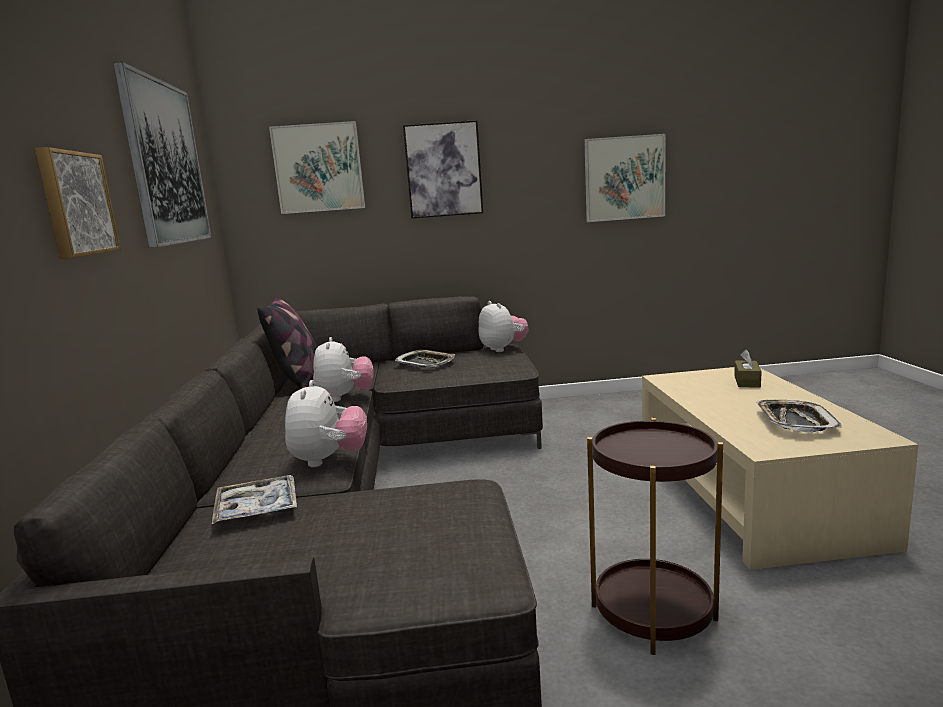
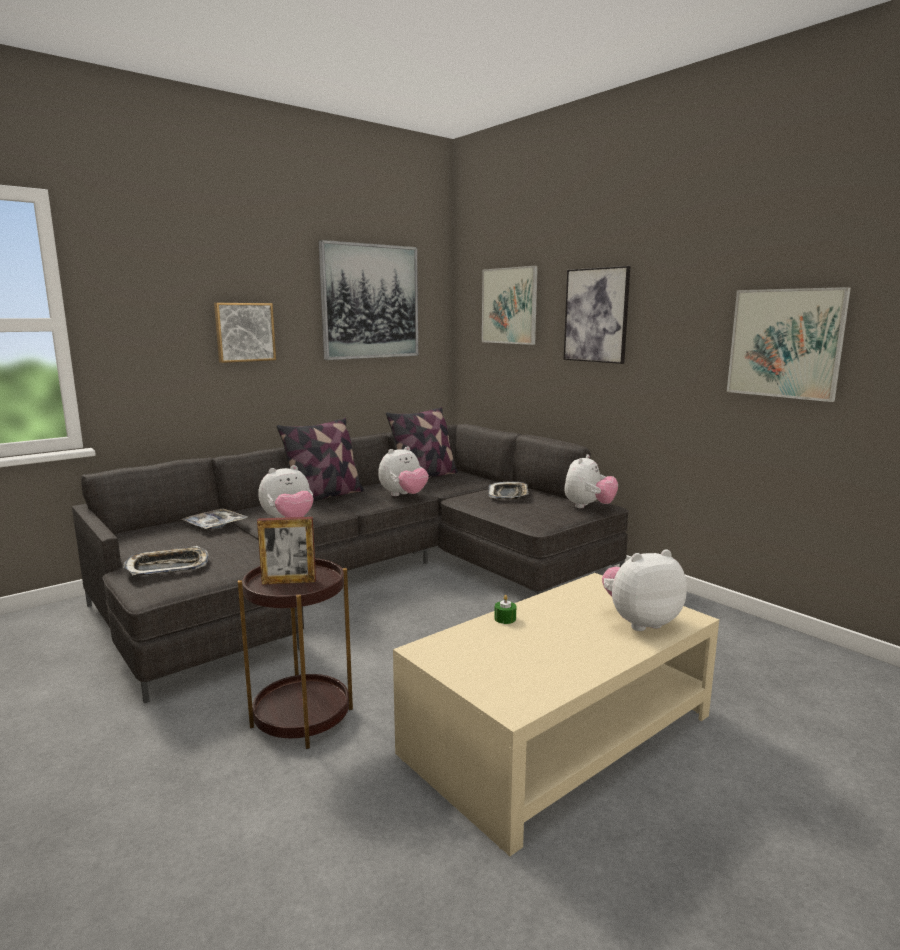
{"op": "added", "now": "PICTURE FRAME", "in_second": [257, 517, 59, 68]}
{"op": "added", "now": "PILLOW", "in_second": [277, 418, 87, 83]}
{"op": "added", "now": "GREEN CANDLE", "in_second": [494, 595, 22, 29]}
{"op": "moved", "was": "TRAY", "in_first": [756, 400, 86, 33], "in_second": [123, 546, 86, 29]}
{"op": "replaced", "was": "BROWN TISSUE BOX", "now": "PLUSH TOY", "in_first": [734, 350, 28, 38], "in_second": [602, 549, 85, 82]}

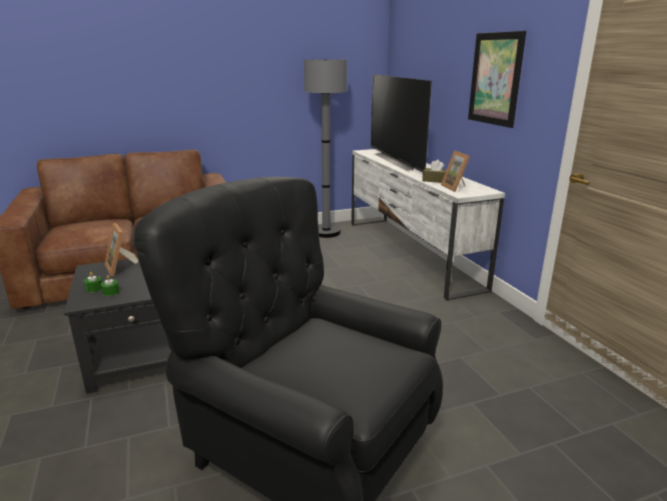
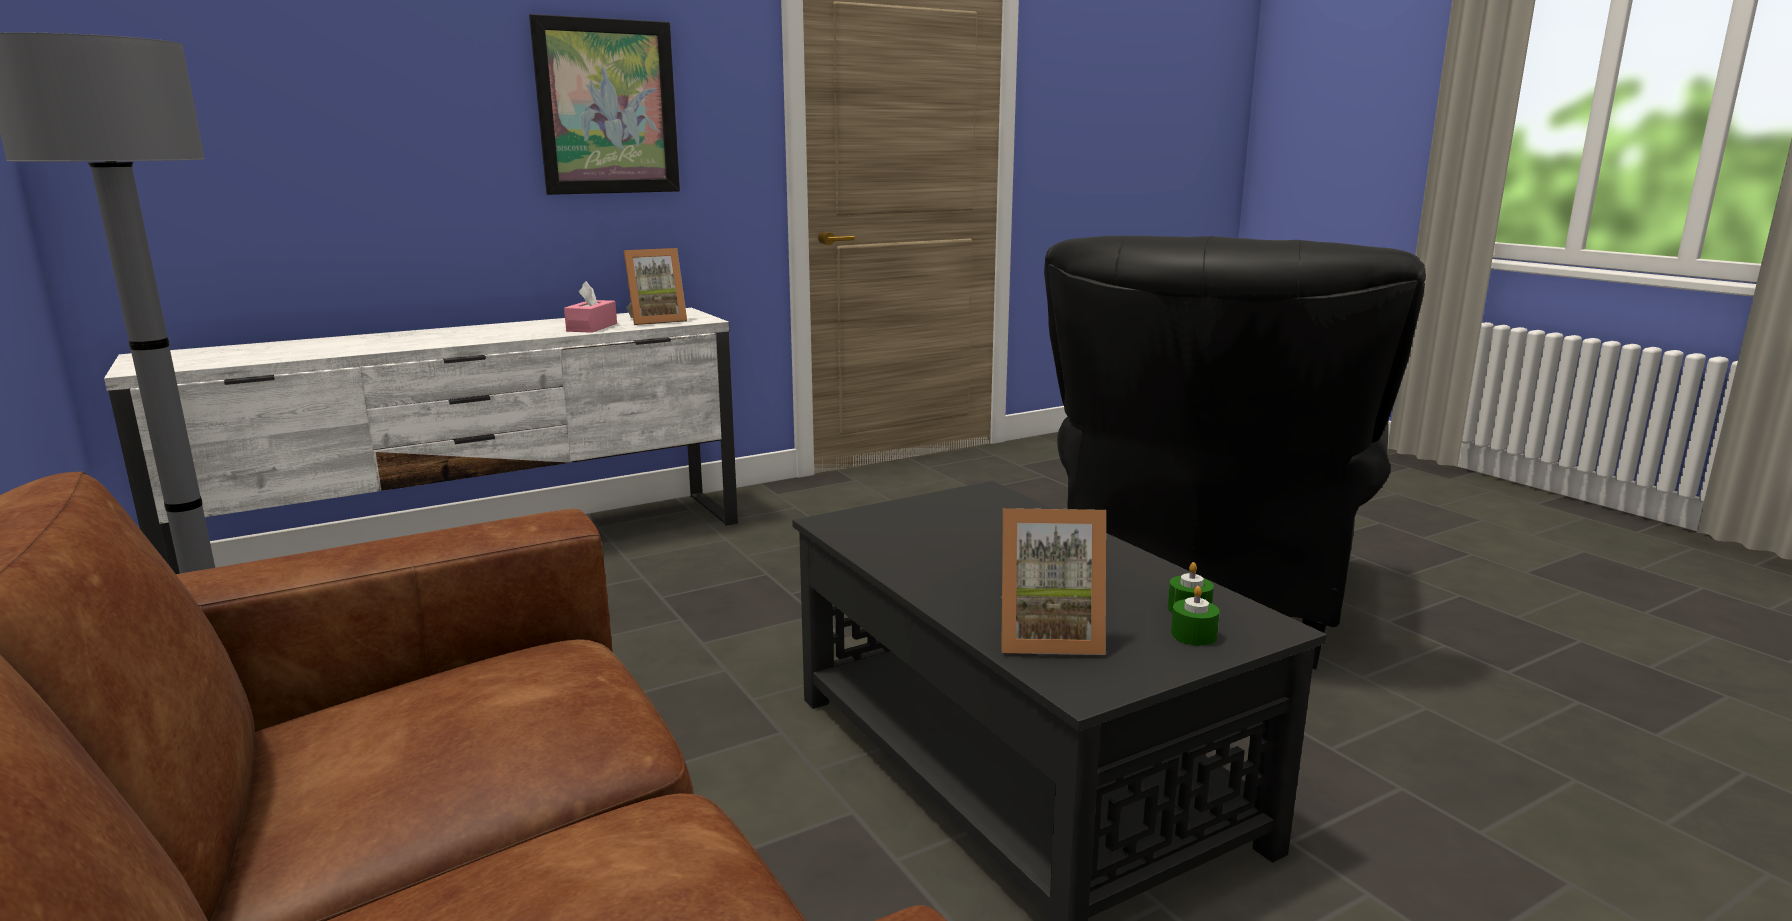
{"op": "removed", "was": "TELEVISION", "in_first": [371, 74, 61, 98]}
{"op": "recoloured", "was": "BROWN TISSUE BOX", "now": "PINK TISSUE BOX", "in_first": [422, 160, 24, 23], "in_second": [564, 281, 53, 52]}
{"op": "turned", "was": "PICTURE FRAME", "in_first": [105, 223, 33, 53], "in_second": [1001, 508, 105, 147], "clockwise": 45}

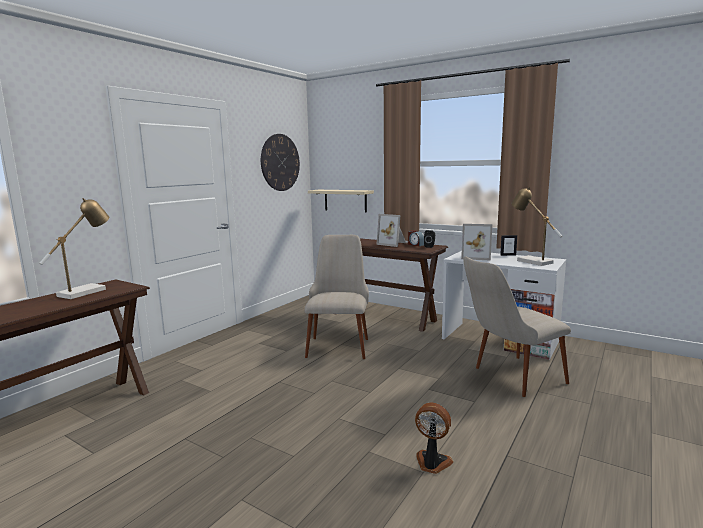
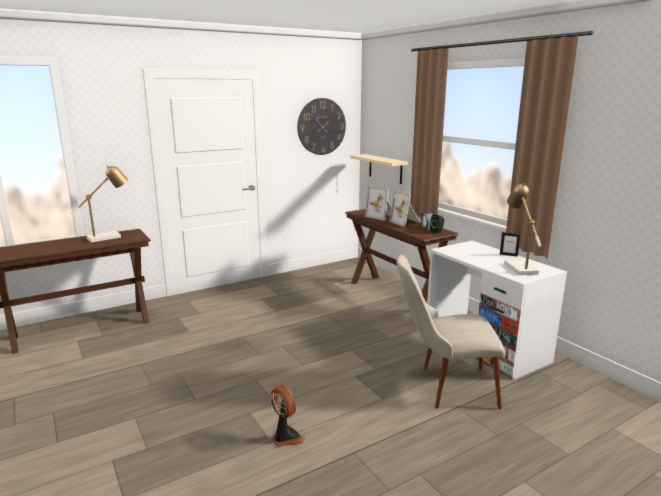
{"op": "removed", "was": "BEIGE CHAIR", "in_first": [304, 235, 65, 124]}
{"op": "moved", "was": "PICTURE FRAME", "in_first": [461, 224, 31, 37], "in_second": [365, 186, 26, 35]}

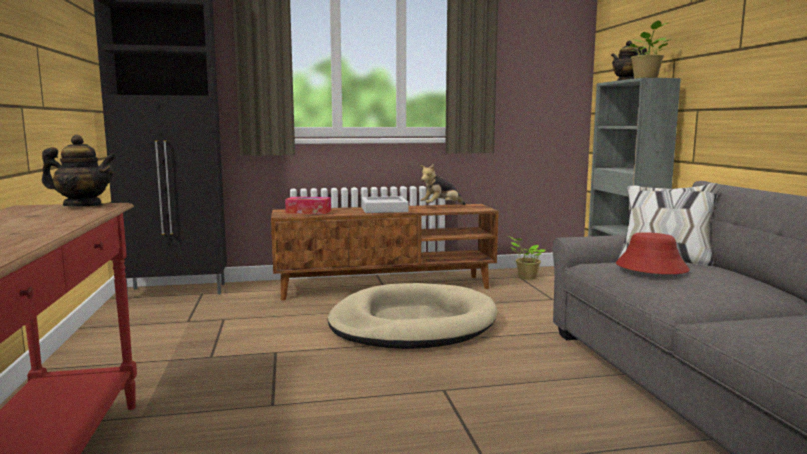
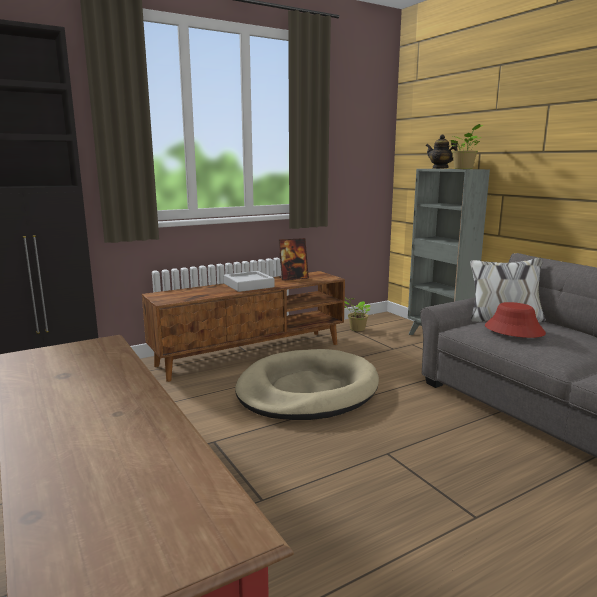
{"op": "removed", "was": "TEAPOT", "in_first": [42, 135, 75, 71]}
{"op": "removed", "was": "TISSUE BOX", "in_first": [285, 197, 46, 17]}
{"op": "replaced", "was": "PLUSH TOY", "now": "PICTURE FRAME", "in_first": [420, 164, 45, 41], "in_second": [279, 238, 30, 42]}

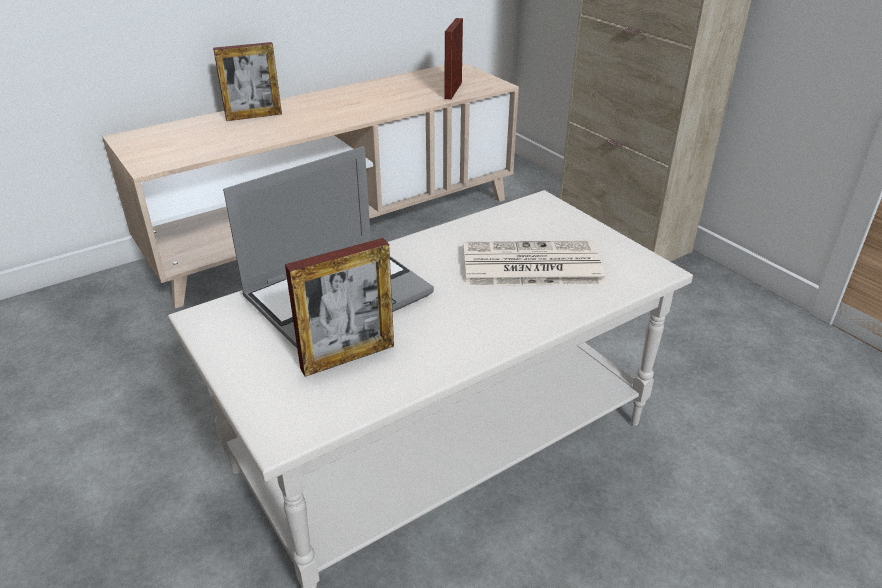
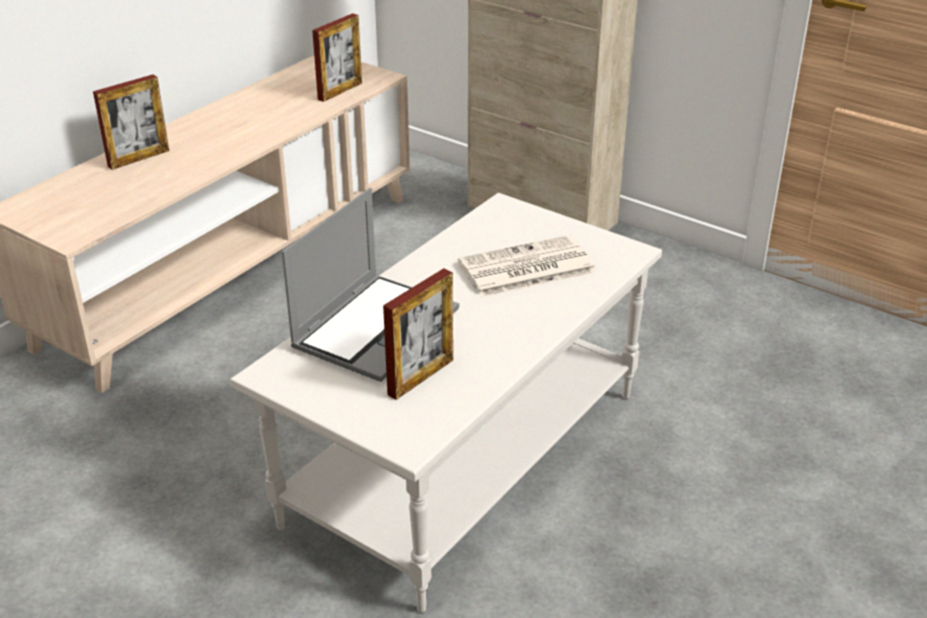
{"op": "turned", "was": "PICTURE FRAME", "in_first": [445, 18, 18, 81], "in_second": [312, 13, 50, 89], "clockwise": -135}

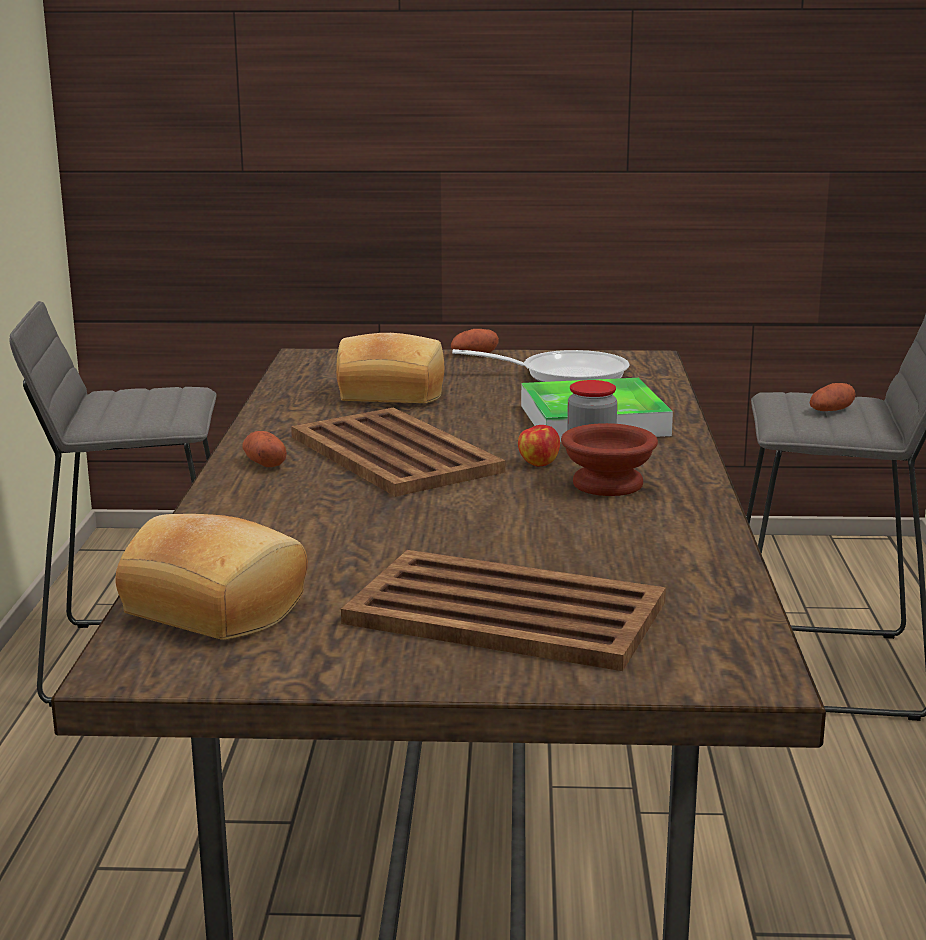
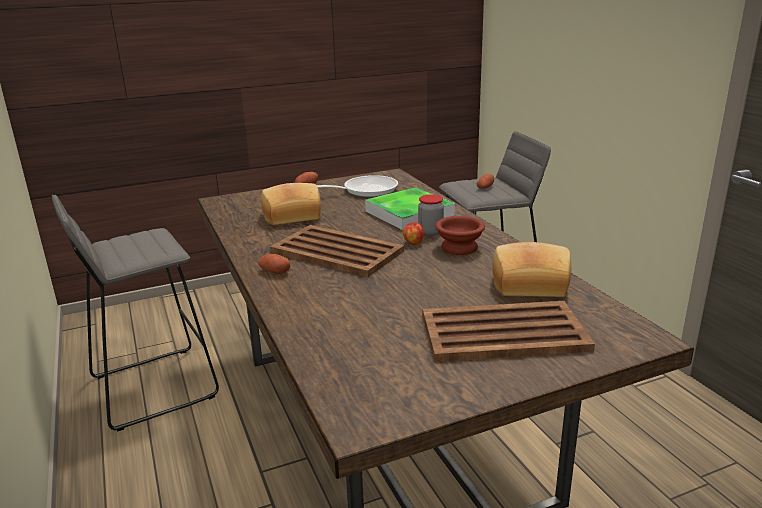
{"op": "moved", "was": "BREAD", "in_first": [116, 514, 192, 126], "in_second": [493, 242, 78, 55]}

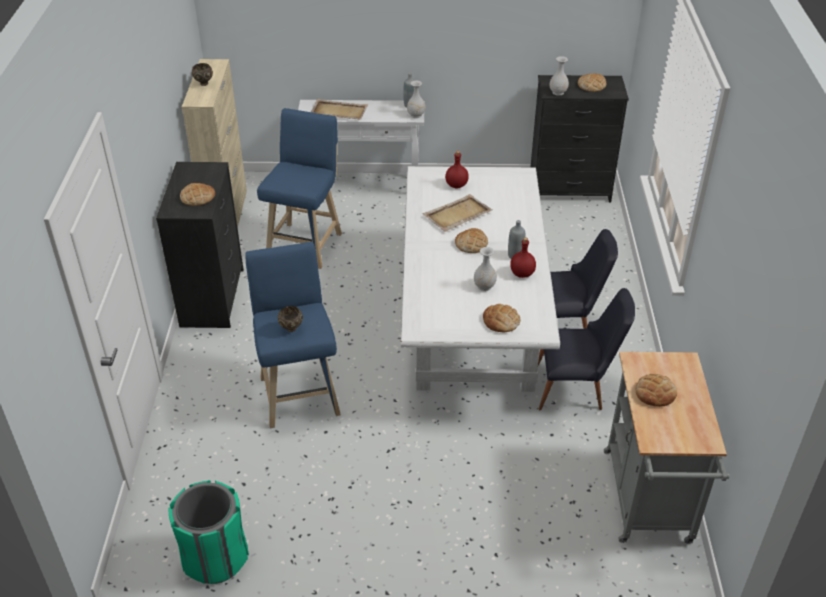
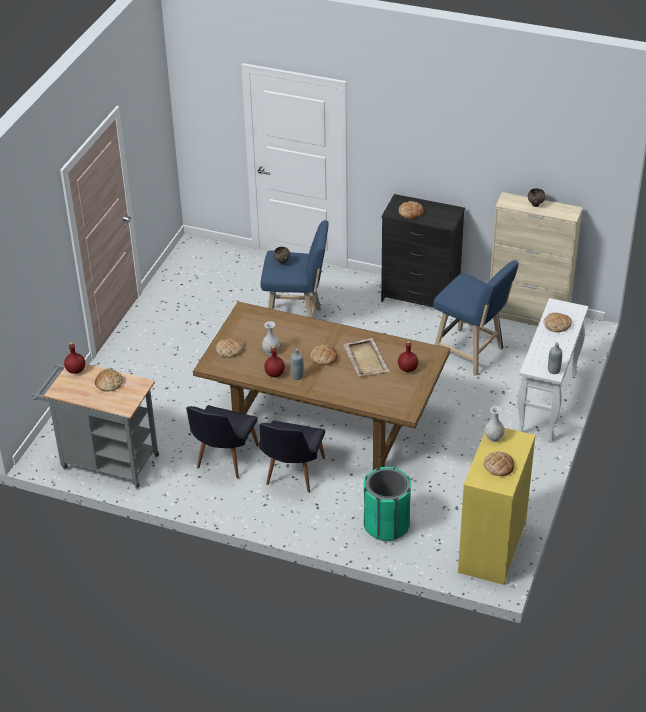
{"op": "removed", "was": "WHITE VASE", "in_first": [407, 81, 18, 37]}
{"op": "added", "now": "RED BOTTLE", "in_second": [64, 342, 21, 32]}
{"op": "moved", "was": "GREEN TRASH CAN", "in_first": [169, 480, 80, 104], "in_second": [364, 467, 47, 74]}
{"op": "replaced", "was": "BEIGE TRAY", "now": "BREAD", "in_first": [311, 99, 58, 21], "in_second": [544, 313, 28, 19]}
{"op": "recoloured", "was": "WHITE DINING TABLE", "now": "BROWN DINING TABLE", "in_first": [401, 166, 159, 226], "in_second": [193, 302, 257, 168]}
{"op": "recoloured", "was": "BLACK DRESSER", "now": "YELLOW DRESSER", "in_first": [530, 75, 99, 127], "in_second": [458, 428, 78, 157]}

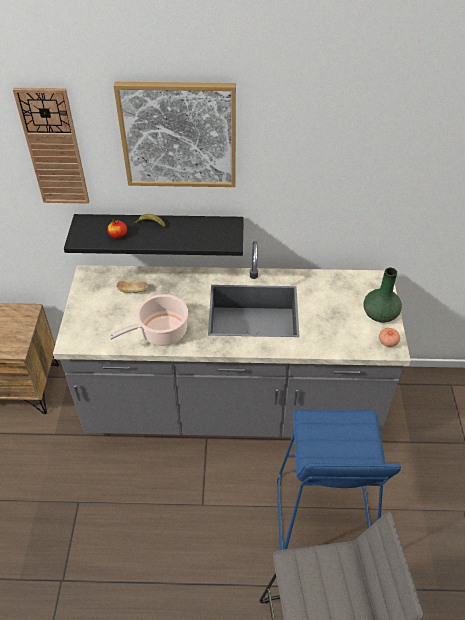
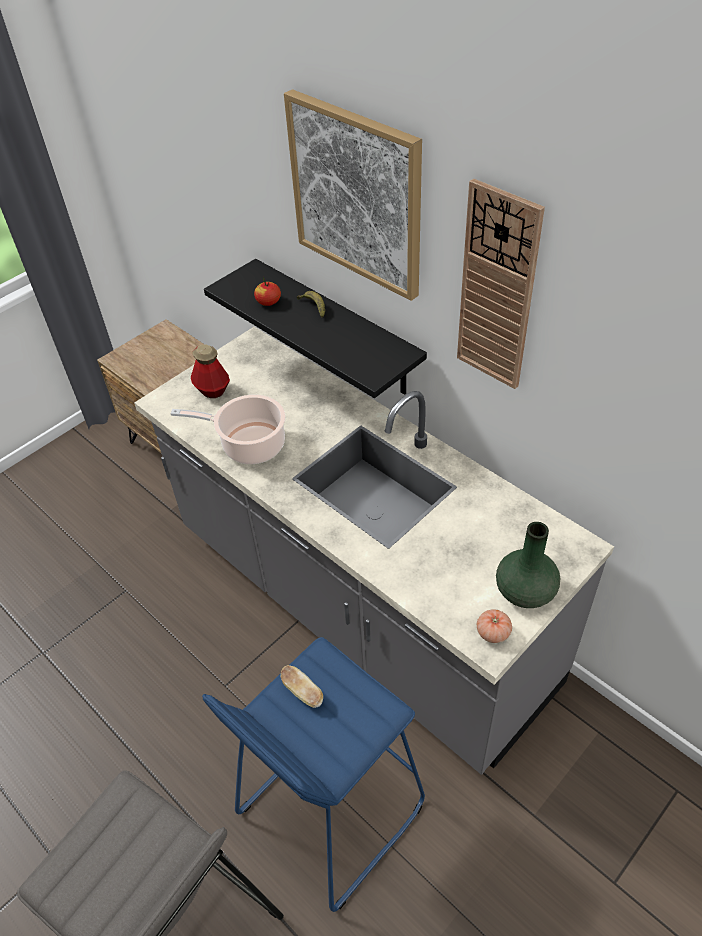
{"op": "added", "now": "BOTTLE", "in_second": [191, 344, 39, 54]}
{"op": "moved", "was": "WALL CLOCK", "in_first": [13, 88, 76, 116], "in_second": [457, 178, 88, 211]}
{"op": "moved", "was": "BREAD", "in_first": [116, 280, 32, 13], "in_second": [280, 665, 43, 43]}

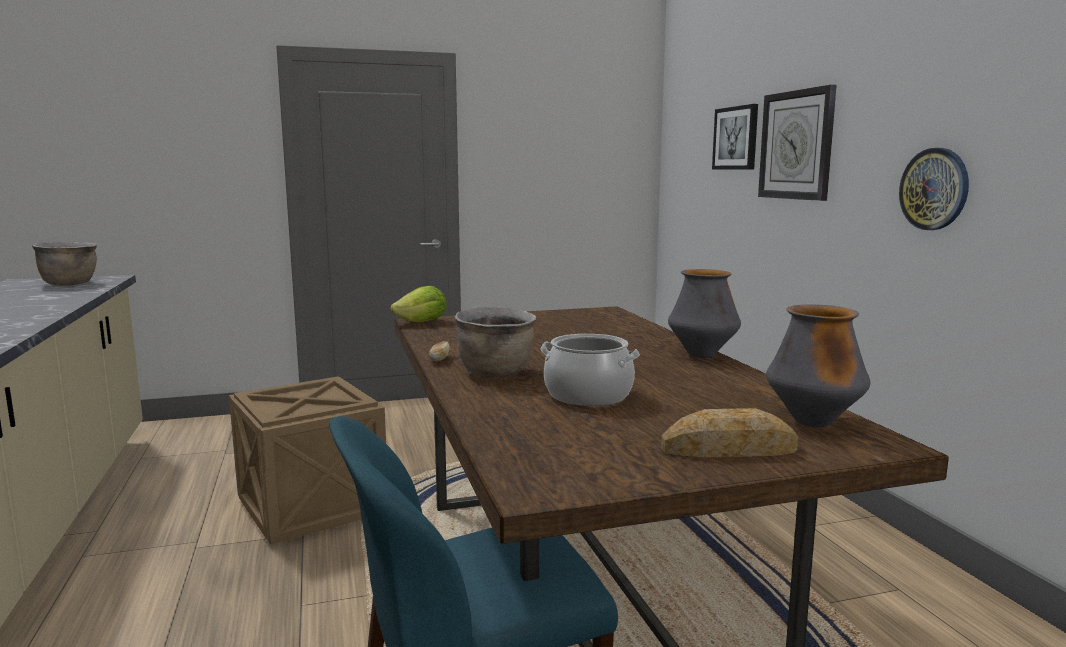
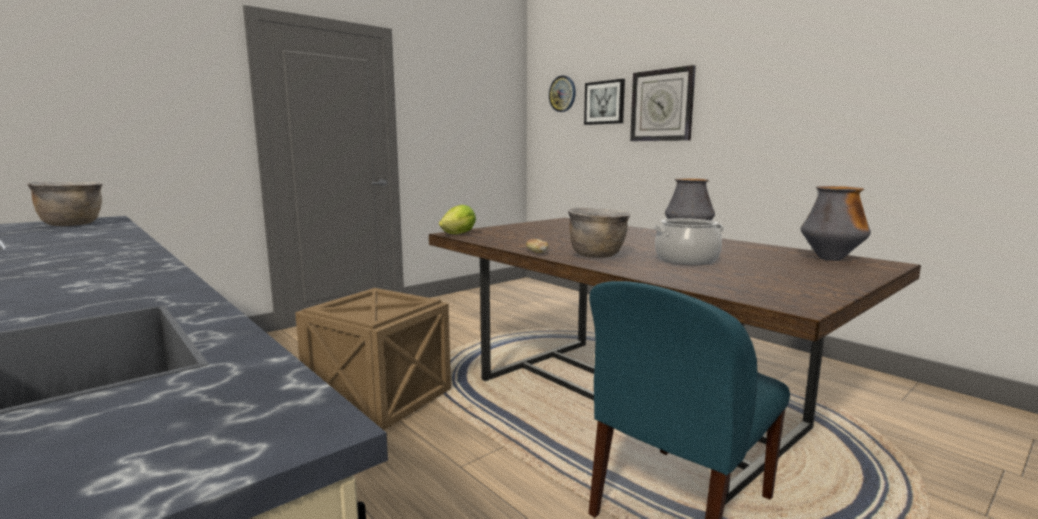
{"op": "removed", "was": "BREAD", "in_first": [661, 408, 137, 49]}
{"op": "moved", "was": "WALL CLOCK", "in_first": [899, 148, 70, 82], "in_second": [549, 75, 27, 37]}

